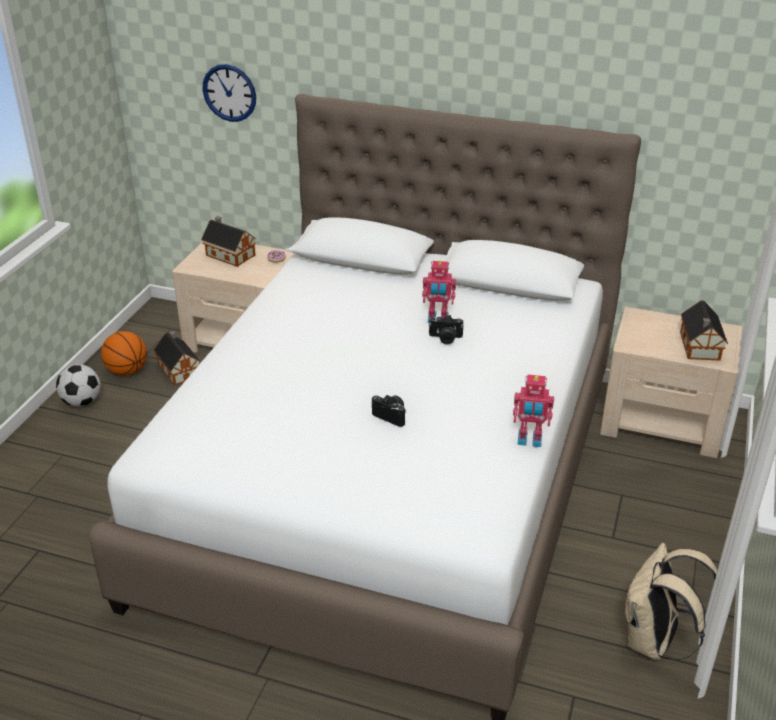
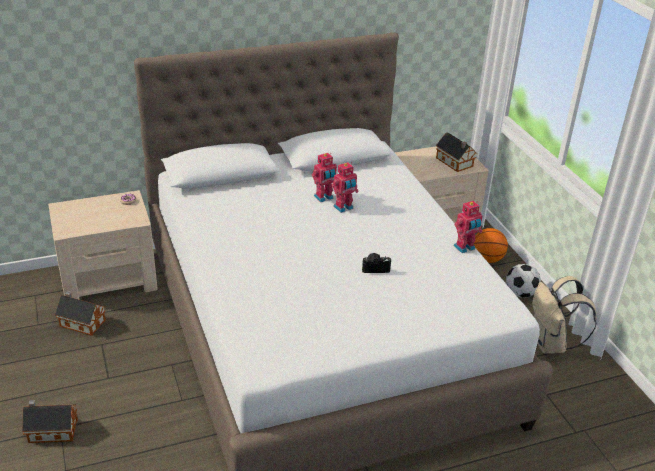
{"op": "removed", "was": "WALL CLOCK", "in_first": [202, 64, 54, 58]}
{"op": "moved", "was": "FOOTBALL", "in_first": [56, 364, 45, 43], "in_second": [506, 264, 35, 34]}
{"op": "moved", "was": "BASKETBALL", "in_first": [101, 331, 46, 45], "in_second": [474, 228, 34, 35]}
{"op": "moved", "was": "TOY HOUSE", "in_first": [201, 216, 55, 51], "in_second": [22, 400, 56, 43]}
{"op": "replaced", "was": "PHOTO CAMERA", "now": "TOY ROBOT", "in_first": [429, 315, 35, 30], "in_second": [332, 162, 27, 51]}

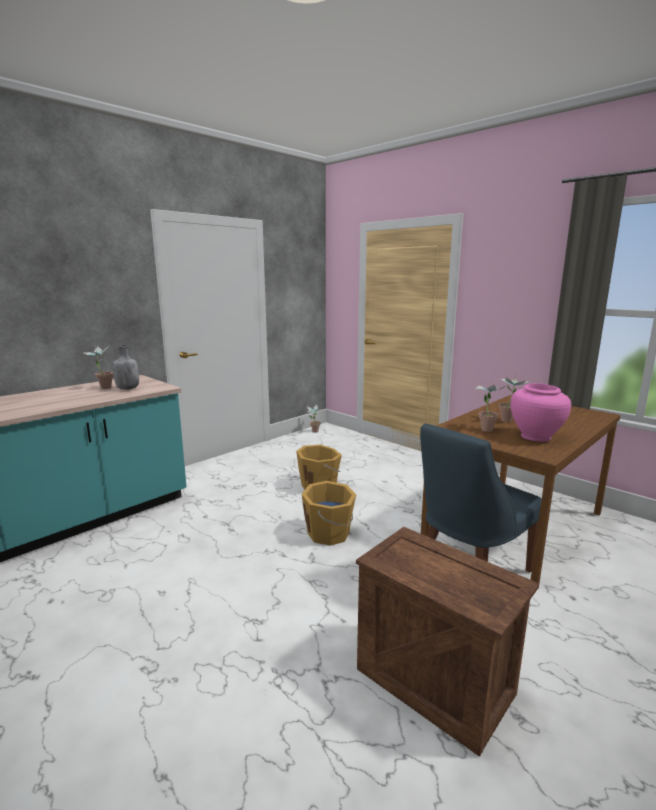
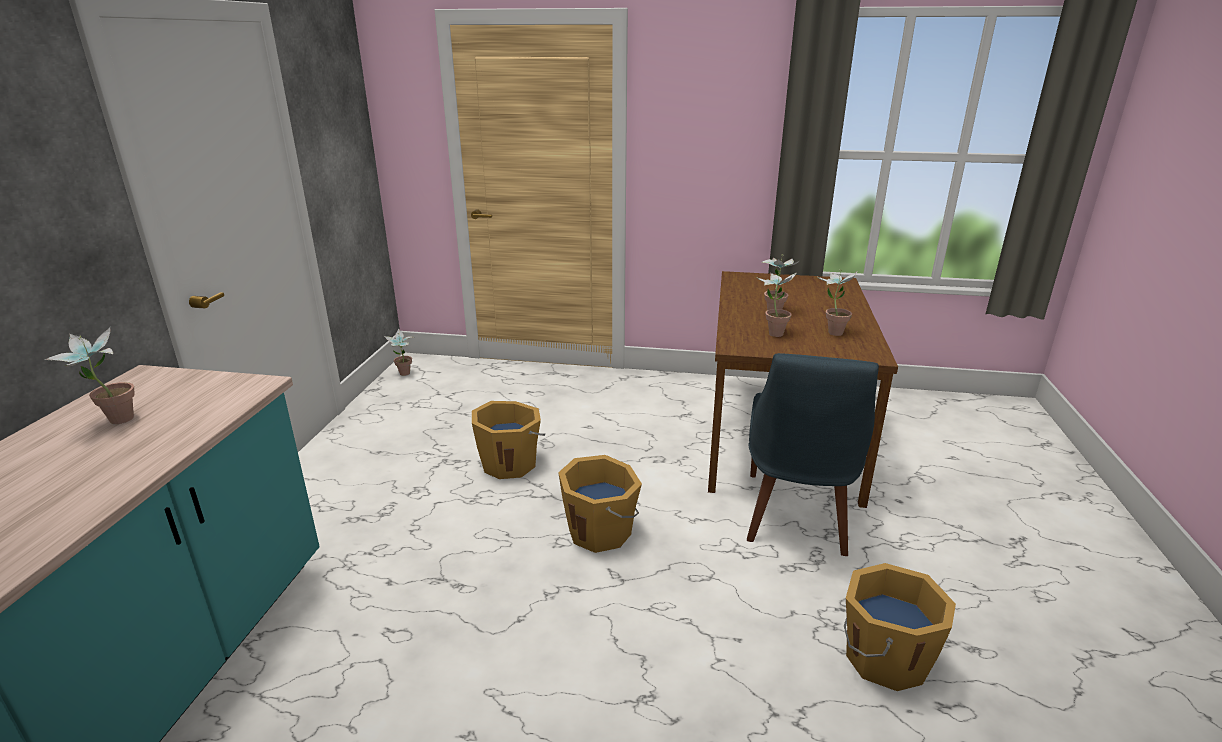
{"op": "removed", "was": "GREY BOTTLE", "in_first": [113, 345, 26, 45]}
{"op": "replaced", "was": "CRATE", "now": "ORANGE BUCKET", "in_first": [356, 527, 183, 230], "in_second": [844, 563, 112, 128]}
{"op": "replaced", "was": "PINK VASE", "now": "POTTED PLANT", "in_first": [511, 383, 60, 59], "in_second": [818, 269, 39, 67]}

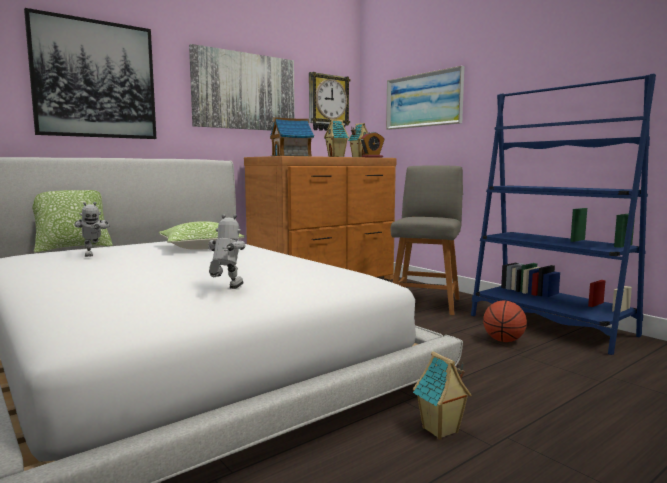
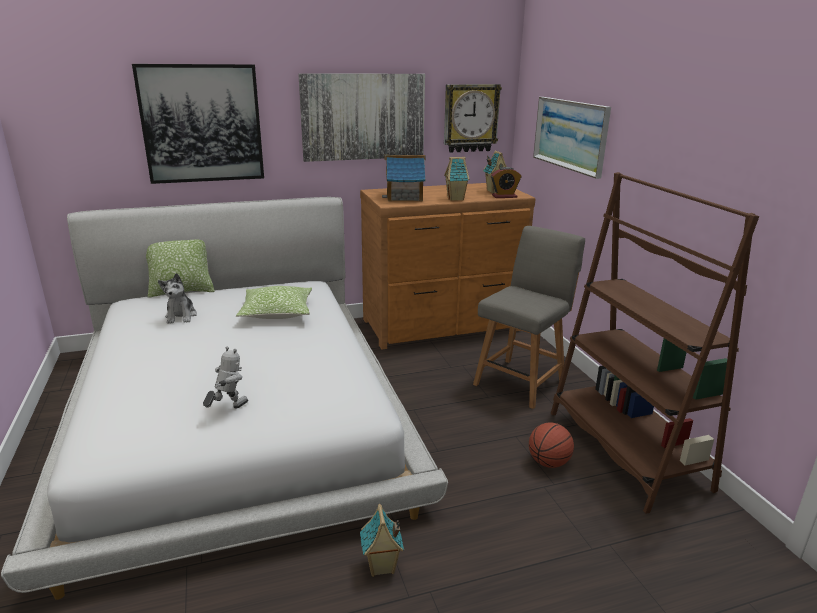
{"op": "replaced", "was": "TOY ROBOT", "now": "PLUSH TOY", "in_first": [75, 202, 35, 55], "in_second": [158, 273, 39, 51]}
{"op": "recoloured", "was": "BLUE BOOKCASE", "now": "BROWN BOOKCASE", "in_first": [471, 74, 185, 281], "in_second": [551, 172, 208, 341]}

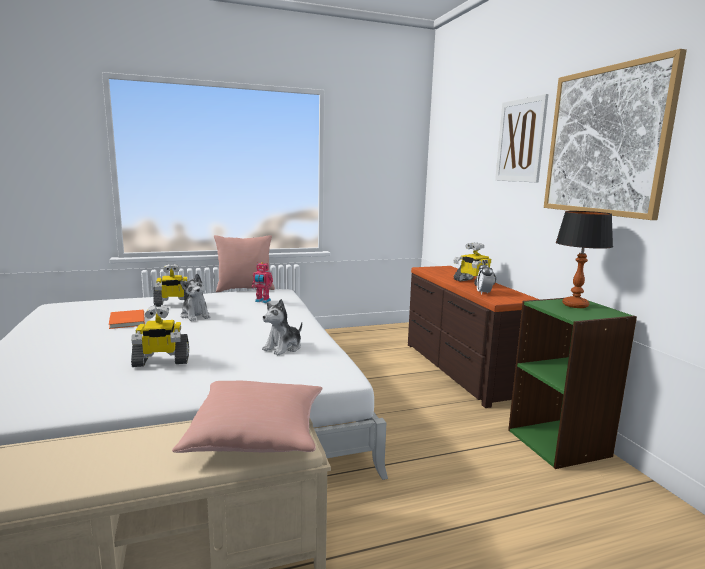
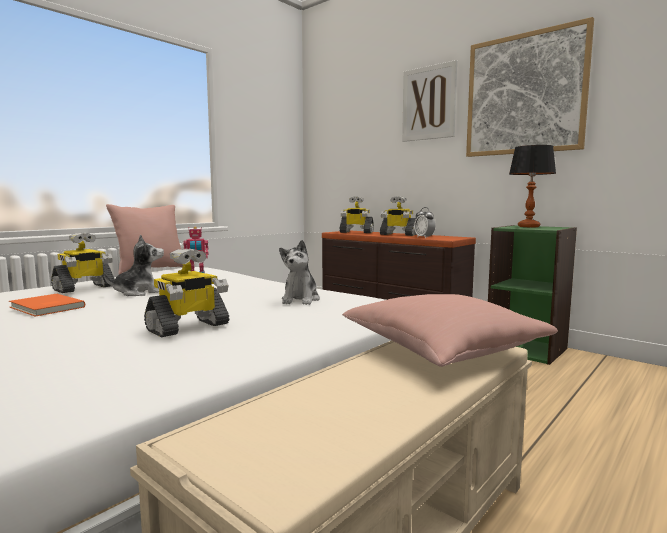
{"op": "added", "now": "TOY ROBOT", "in_second": [340, 196, 34, 37]}
{"op": "turned", "was": "PLUSH TOY", "in_first": [180, 273, 30, 48], "in_second": [104, 235, 60, 61], "clockwise": -60}

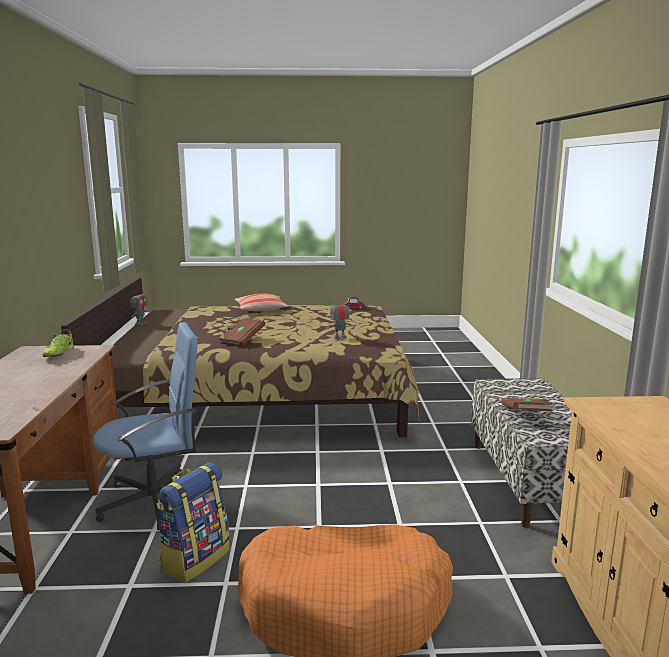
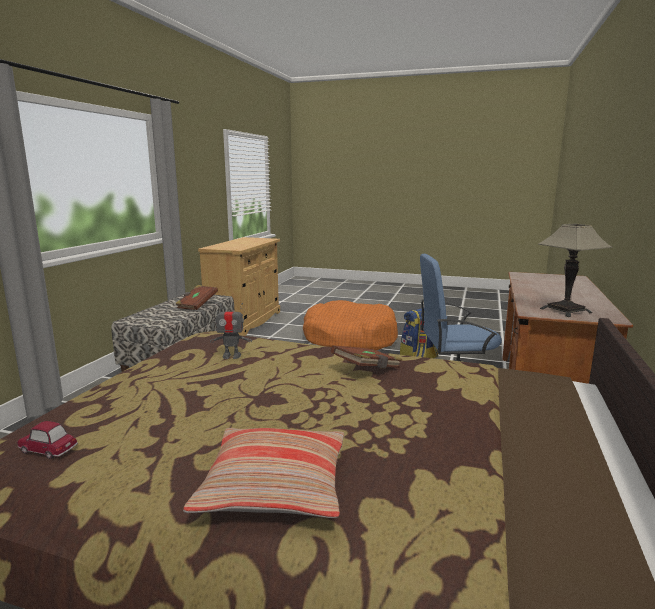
{"op": "removed", "was": "TOY ROBOT", "in_first": [131, 290, 16, 35]}
{"op": "replaced", "was": "SHOE", "now": "TABLE LAMP", "in_first": [42, 329, 32, 28], "in_second": [538, 224, 74, 93]}

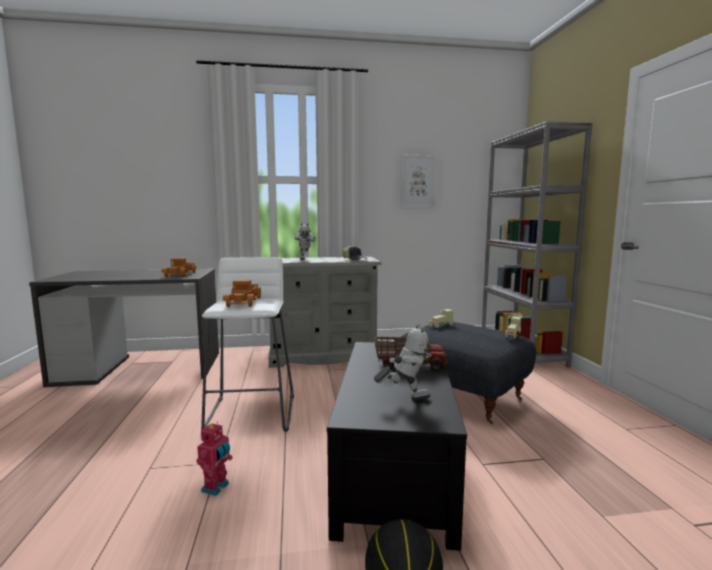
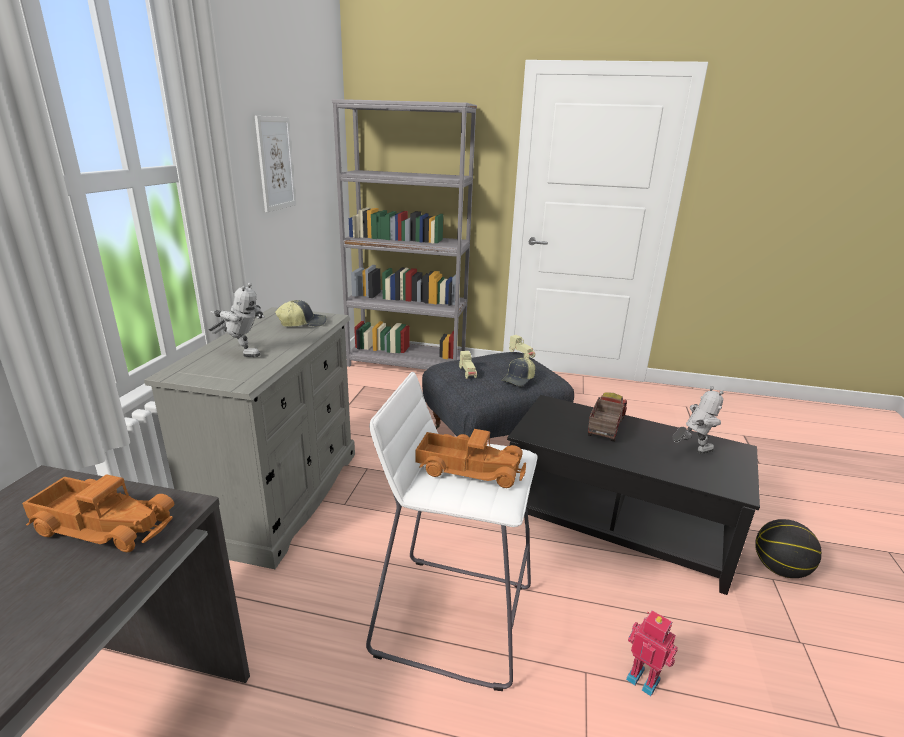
{"op": "added", "now": "CAP", "in_second": [502, 358, 33, 28]}
{"op": "turned", "was": "TOY ROBOT", "in_first": [374, 324, 58, 76], "in_second": [672, 386, 52, 68], "clockwise": 60}

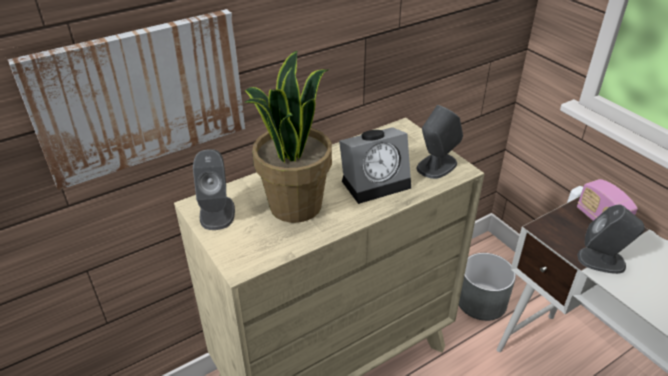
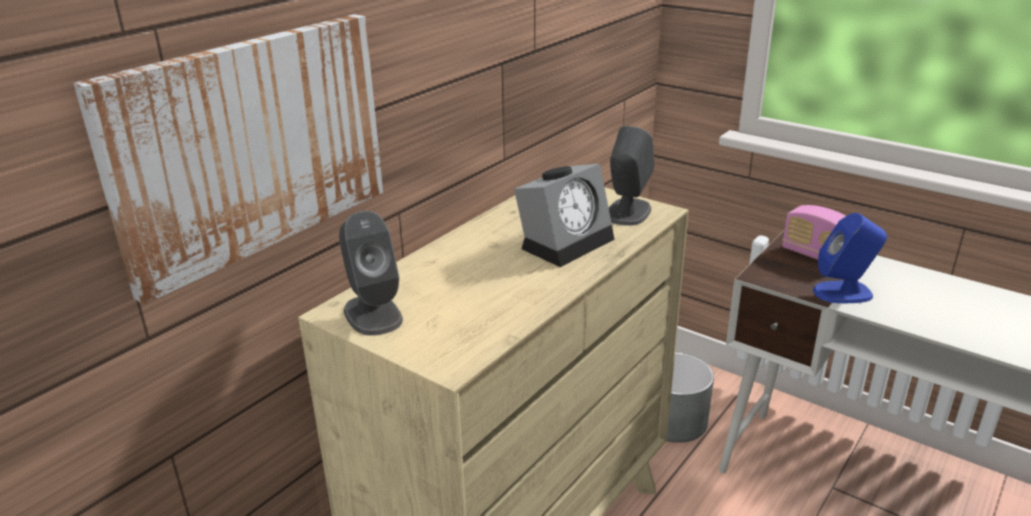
{"op": "removed", "was": "POTTED PLANT", "in_first": [244, 51, 88, 172]}
{"op": "recoloured", "was": "GREY SPEAKER", "now": "BLUE SPEAKER", "in_first": [578, 204, 67, 70], "in_second": [813, 213, 74, 90]}

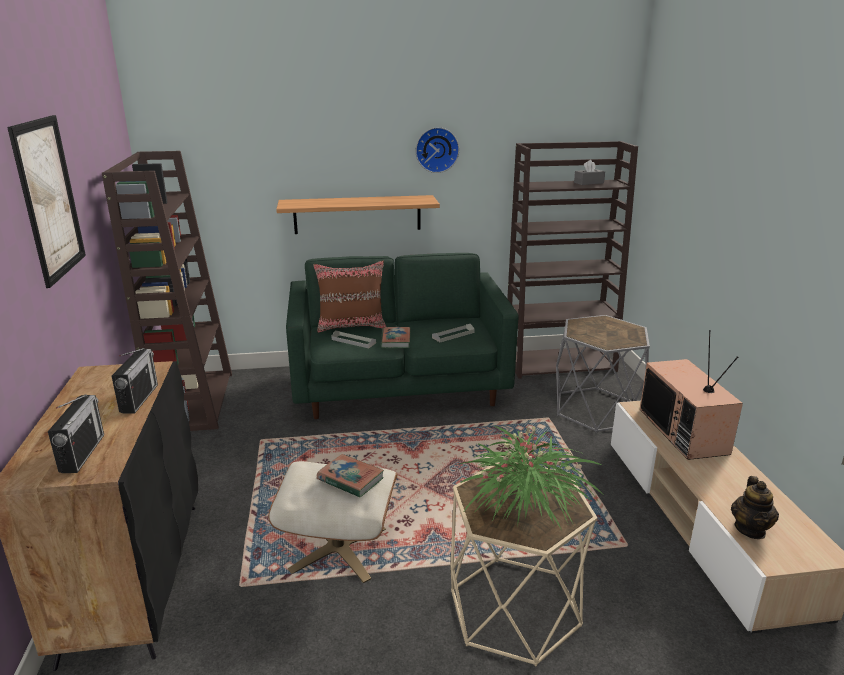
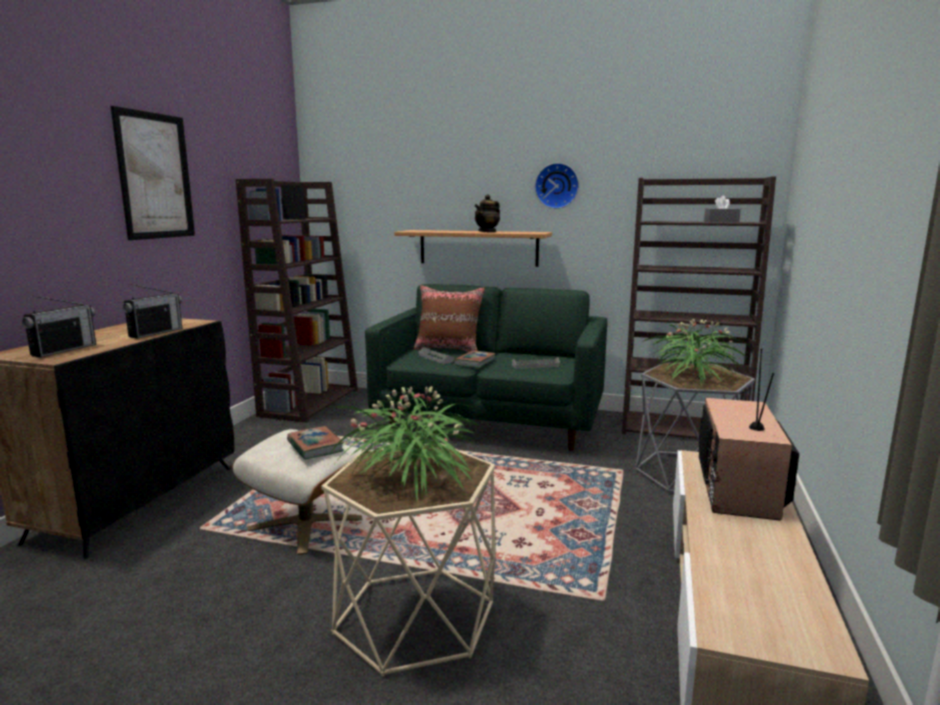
{"op": "added", "now": "POTTED PLANT", "in_second": [642, 318, 106, 68]}
{"op": "moved", "was": "TEAPOT", "in_first": [731, 476, 48, 63], "in_second": [475, 194, 25, 38]}

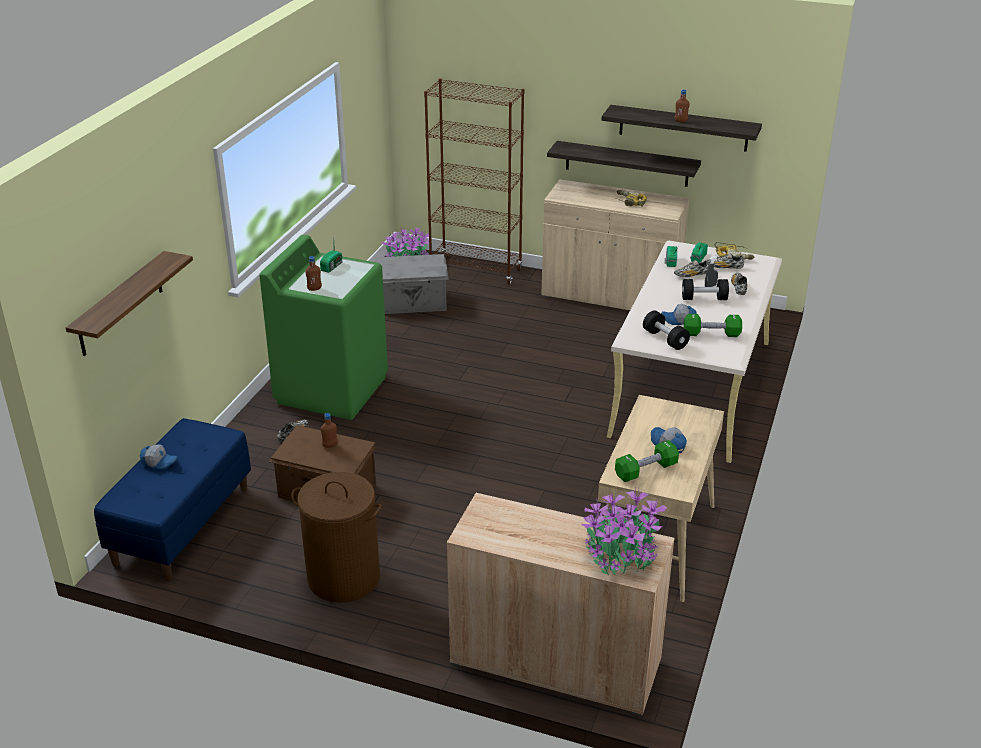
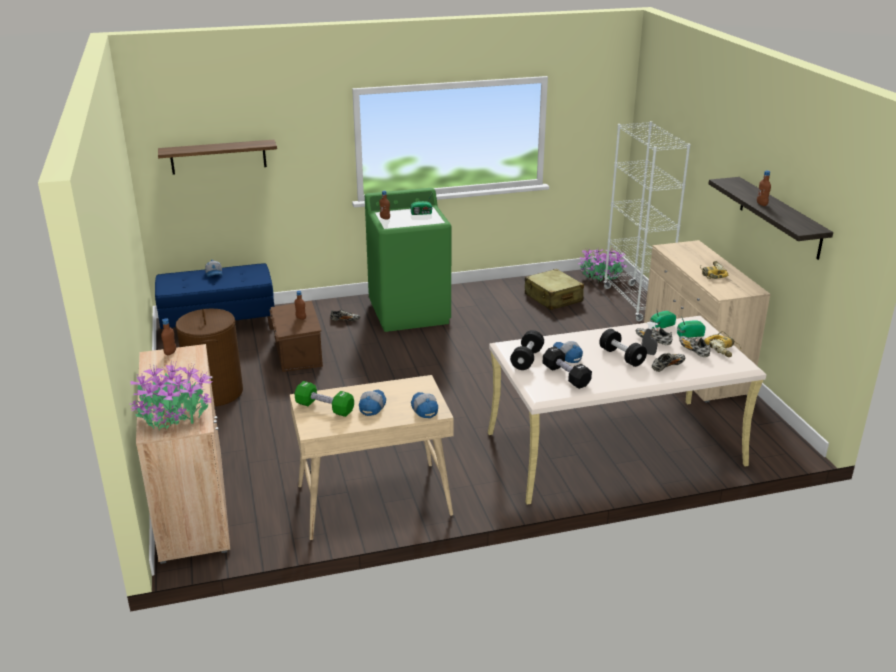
{"op": "removed", "was": "SHELF", "in_first": [547, 141, 154, 46]}
{"op": "added", "now": "BROWN BOTTLE", "in_second": [161, 318, 15, 37]}
{"op": "added", "now": "CAP", "in_second": [411, 392, 27, 26]}
{"op": "replaced", "was": "GREY STORAGE BOX", "now": "BEIGE SUITCASE", "in_first": [374, 254, 75, 60], "in_second": [525, 269, 59, 41]}
{"op": "recoloured", "was": "BROWN BOOKCASE", "now": "WHITE BOOKCASE", "in_first": [424, 78, 100, 207], "in_second": [603, 121, 87, 201]}
{"op": "recoloured", "was": "GREEN DUMBBELL", "now": "BLACK DUMBBELL", "in_first": [684, 314, 58, 23], "in_second": [542, 346, 50, 43]}

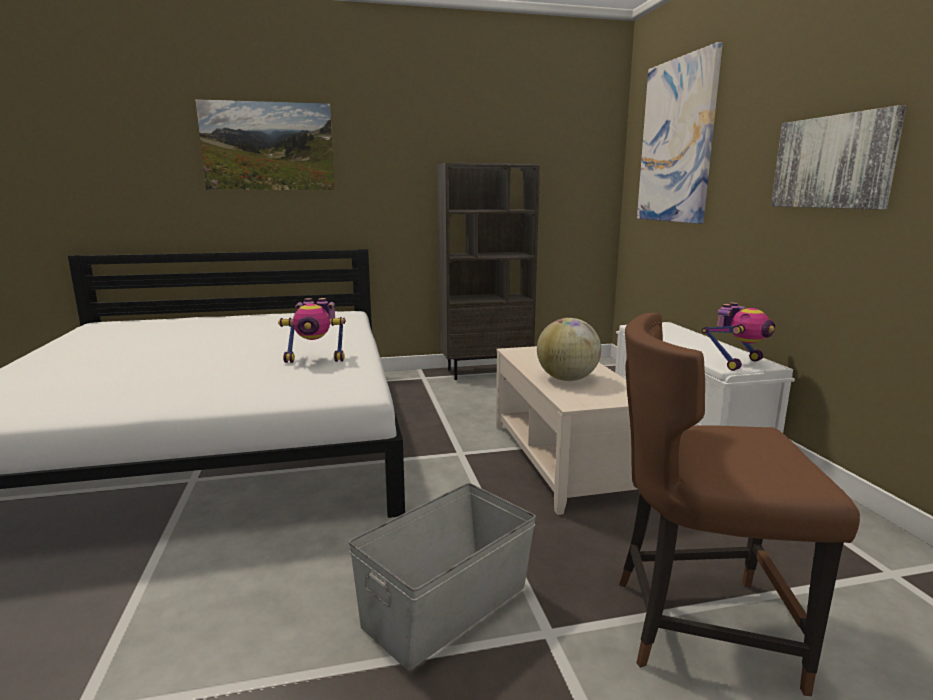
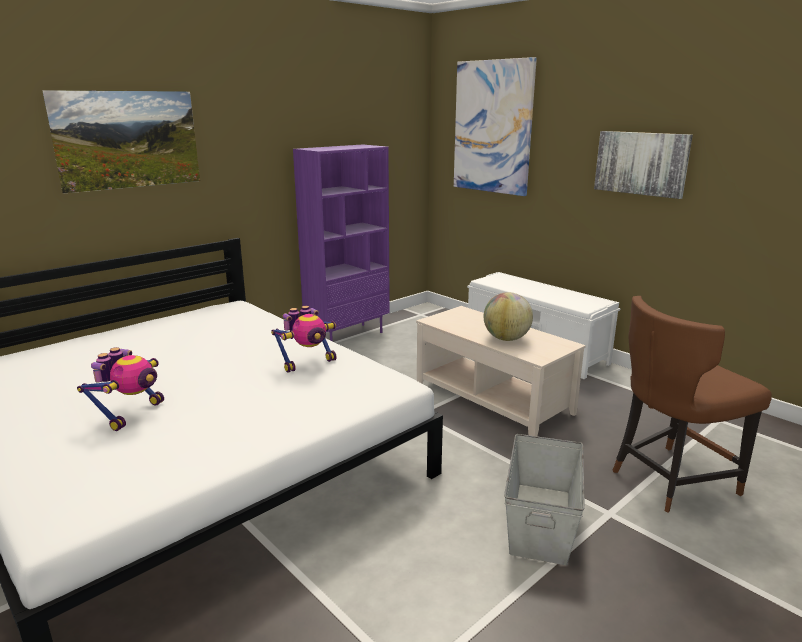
{"op": "moved", "was": "TOY ROBOT", "in_first": [702, 302, 73, 69], "in_second": [77, 347, 87, 84]}
{"op": "recoloured", "was": "BROWN BOOKCASE", "now": "PURPLE BOOKCASE", "in_first": [437, 163, 103, 217], "in_second": [293, 145, 97, 197]}

